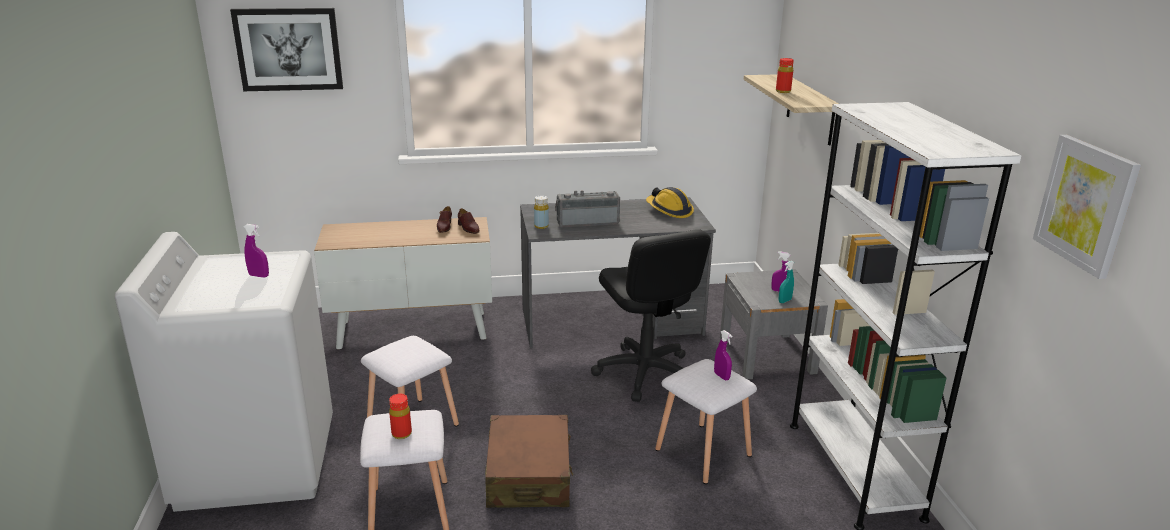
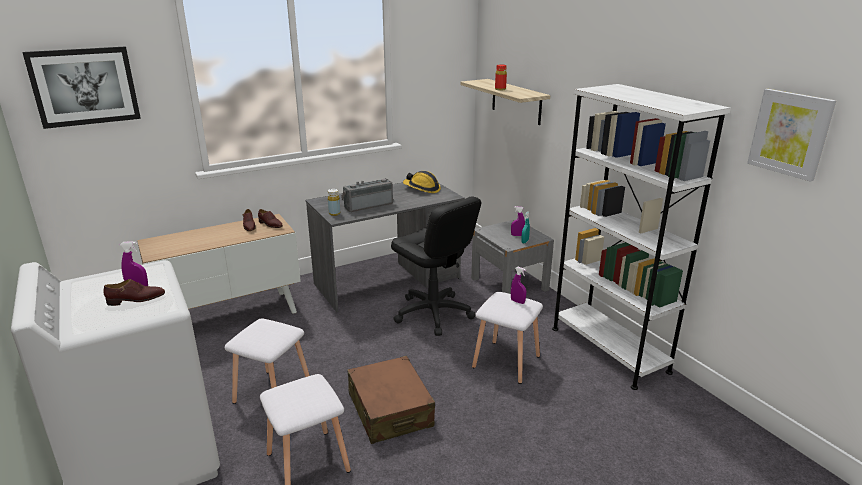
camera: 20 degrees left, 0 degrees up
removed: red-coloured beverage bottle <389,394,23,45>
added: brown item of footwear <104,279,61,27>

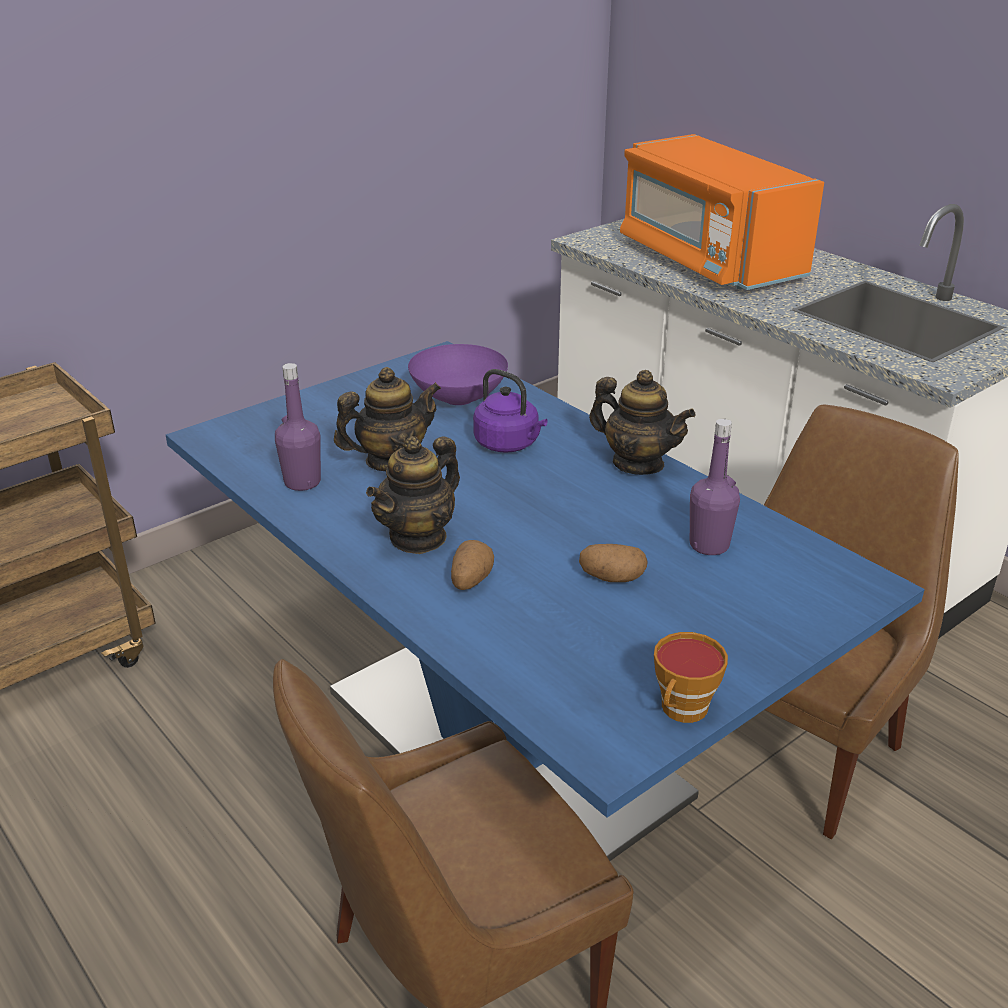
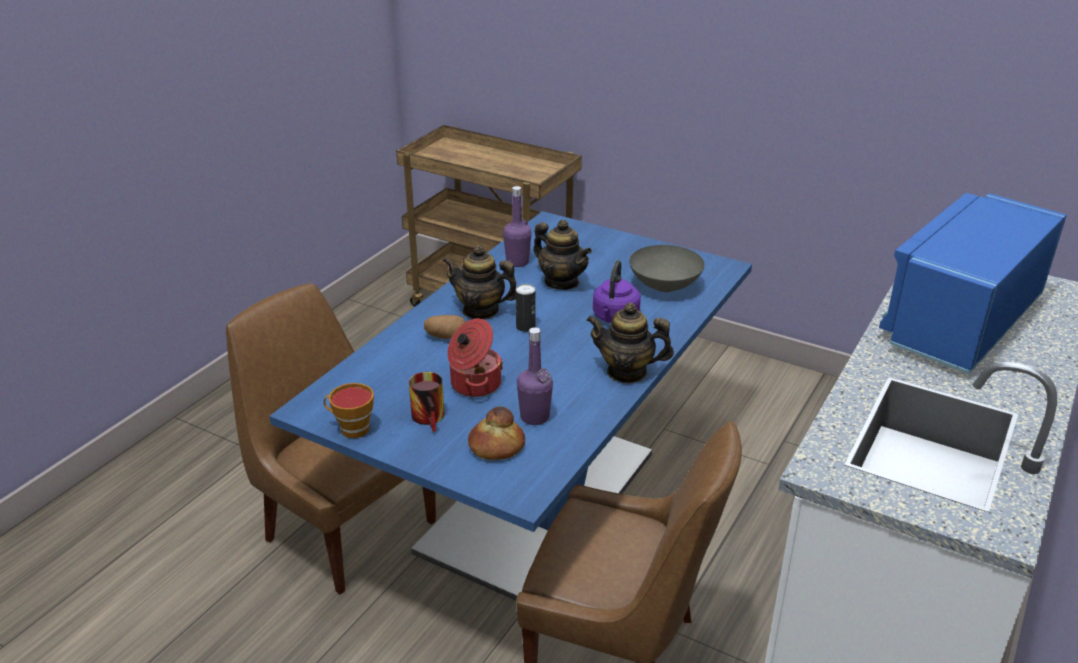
camera: 70 degrees right, 0 degrees up
added: coffee mug <409,372,35,60>; bread <468,406,57,54>; sealed can <516,284,20,48>
replaced: whole potato <579,544,69,38> to saucepot <447,318,56,79>
recoloured: purple bowl <408,344,100,61> to greyish bowl <629,245,76,47>; orange microwave <620,134,204,156> to blue-coloured microwave <879,193,188,181>
turned: tea pot <589,370,107,105> = <586,303,88,80> 90 degrees clockwise

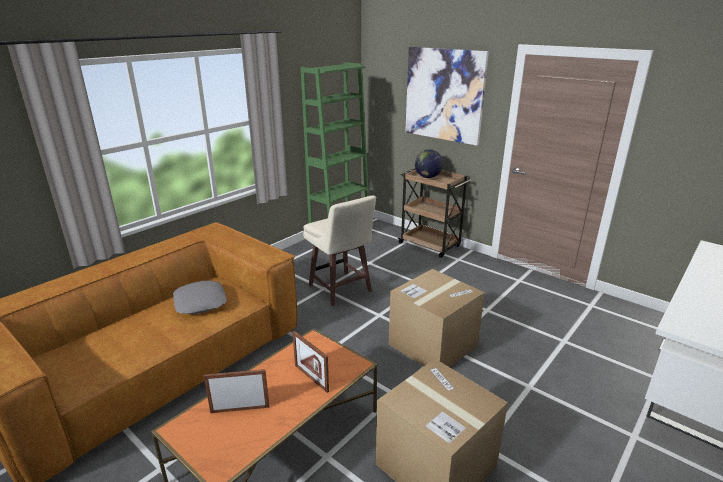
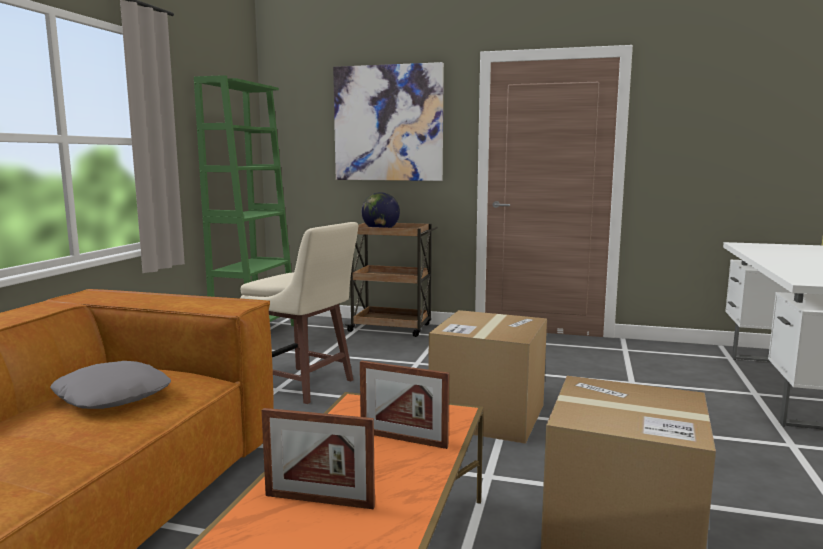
camera: 25 degrees left, 15 degrees down
turned: picture frame <204,369,65,44> = <262,408,113,101> 135 degrees counterclockwise

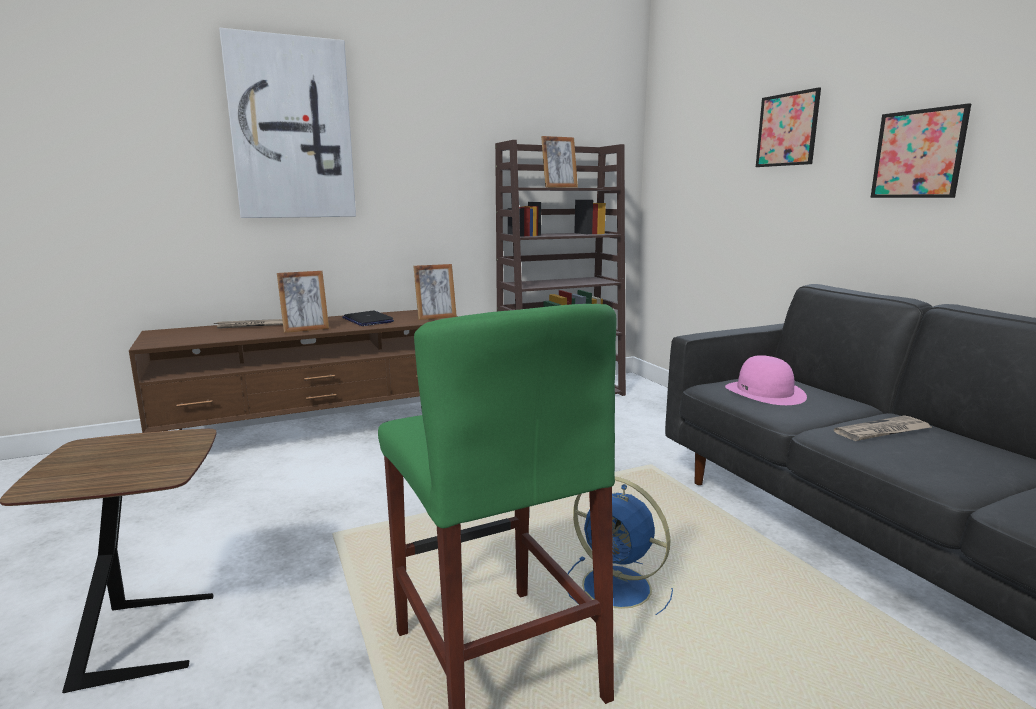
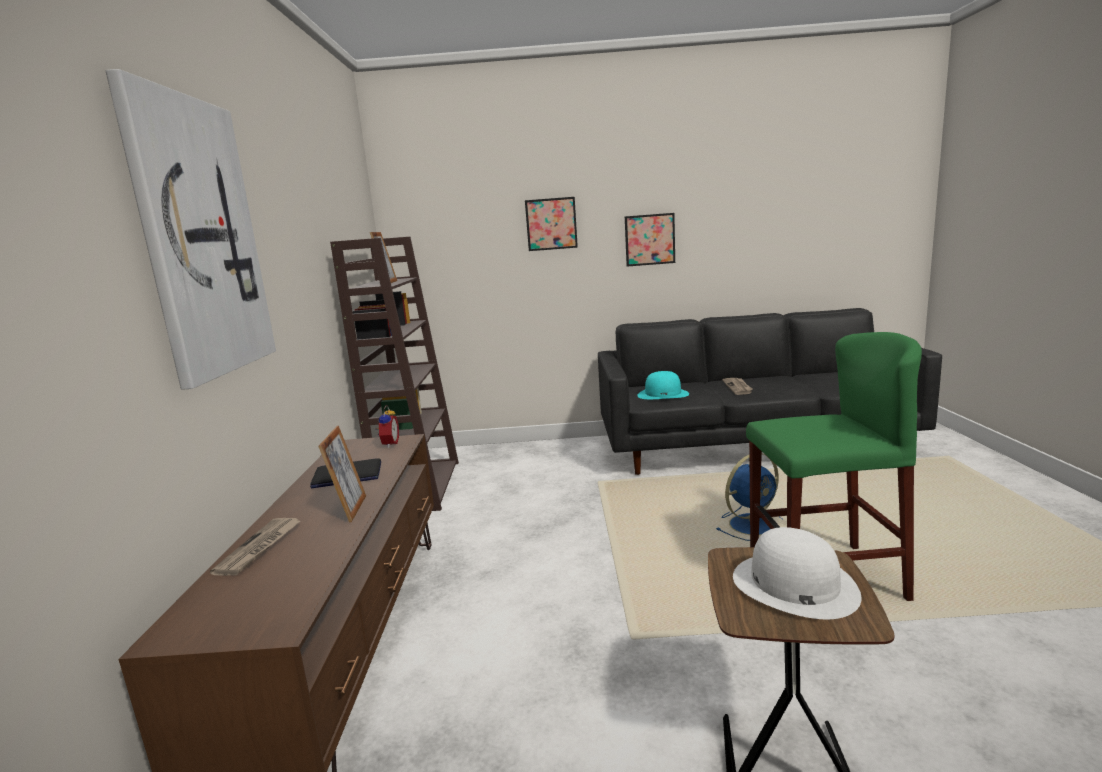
camera: 65 degrees left, 0 degrees up
added: white wearable hat <733,527,129,92>
replaced: picture frame <413,264,44,56> to alarm clock <376,406,23,42>
recoloured: pinkish wearable hat <725,355,82,50> to blue-green wearable hat <637,371,52,28>

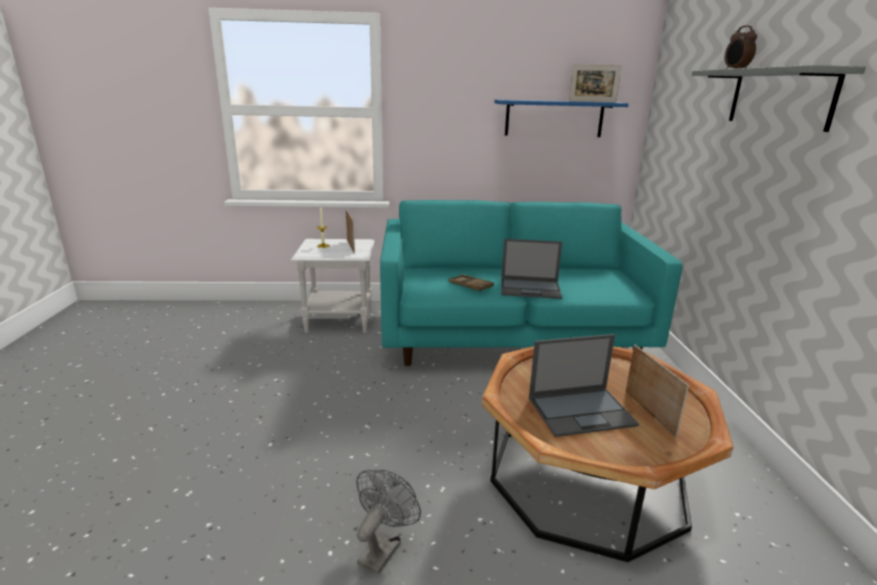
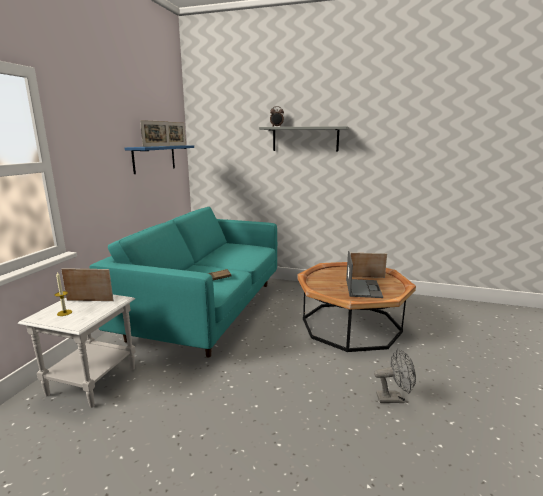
camera: 70 degrees left, 5 degrees down
removed: notebook computer <501,239,61,60>
added: picture frame <140,120,30,27>
turned: greyish cooling fan <356,470,65,104> = <374,348,42,55> 135 degrees clockwise

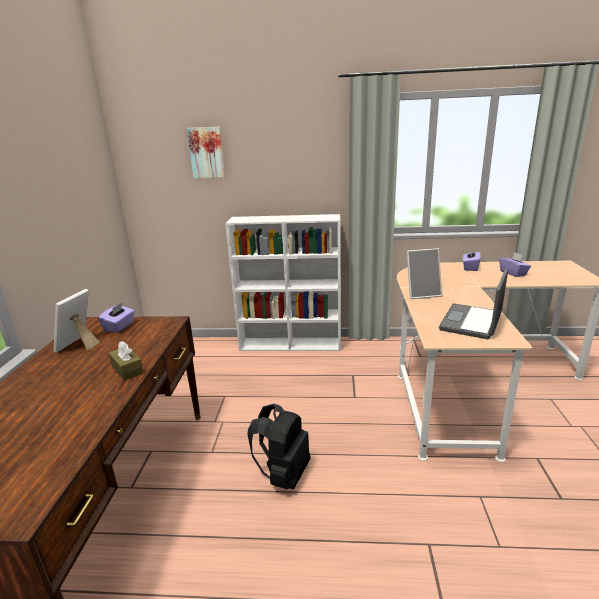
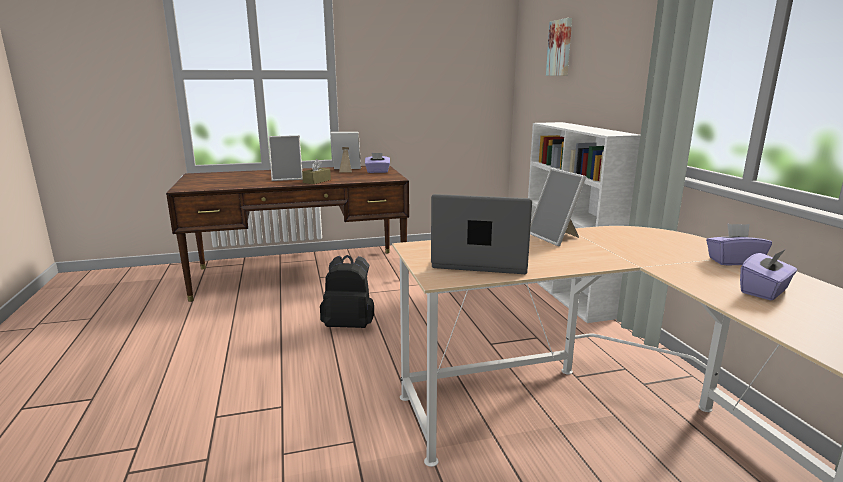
camera: 70 degrees right, 5 degrees down
added: picture frame <268,135,35,46>

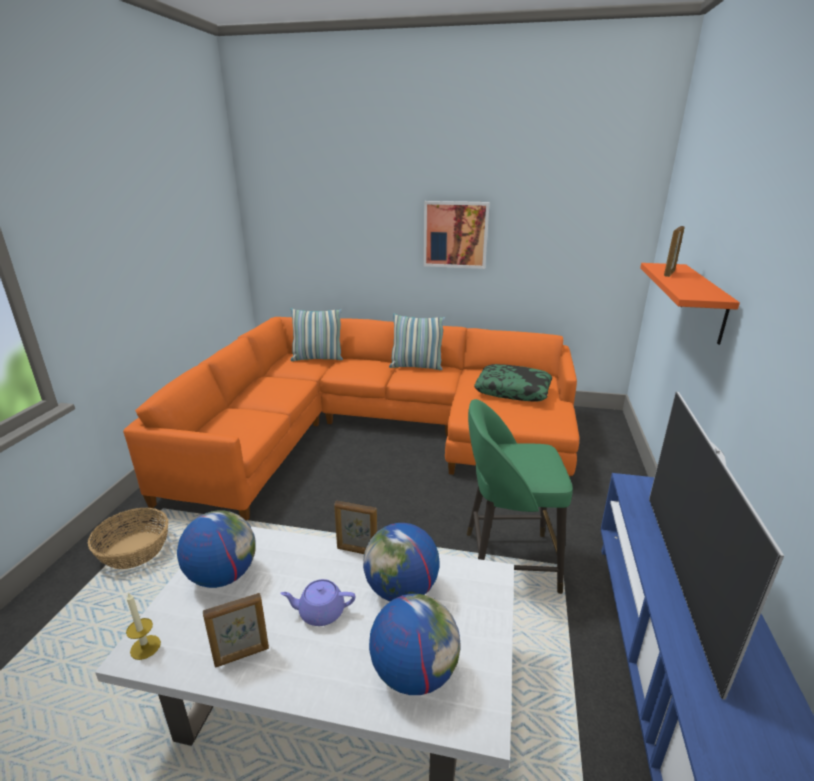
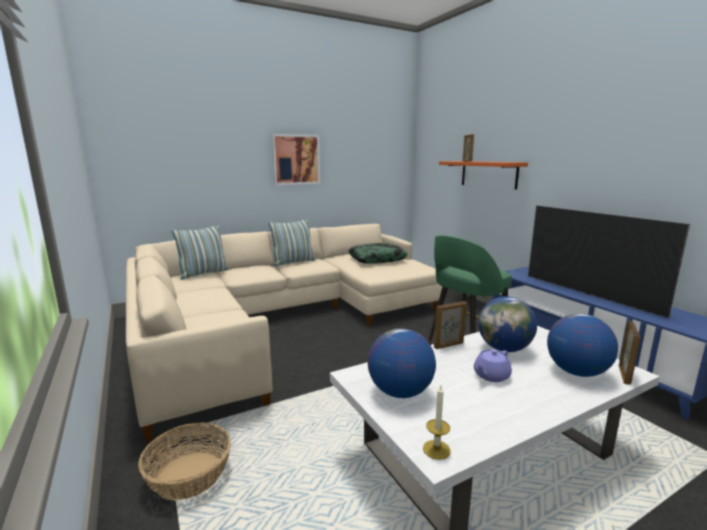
camera: 40 degrees left, 10 degrees down
moved: picture frame <203,593,66,74> to <619,321,22,64>
recoloured: orange sofa <123,317,456,204> to sand-coloured sofa <126,224,316,218>

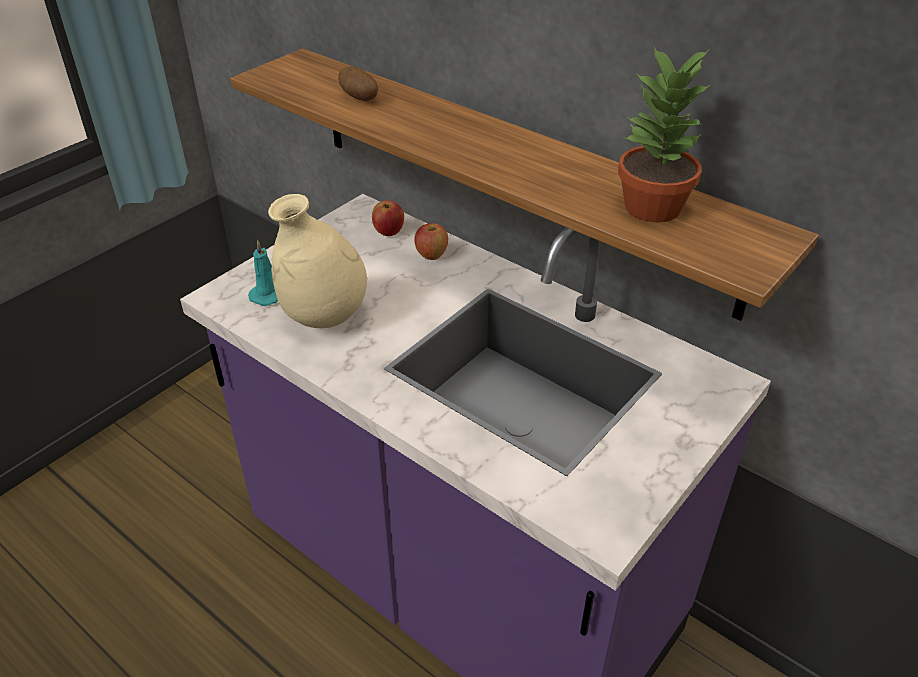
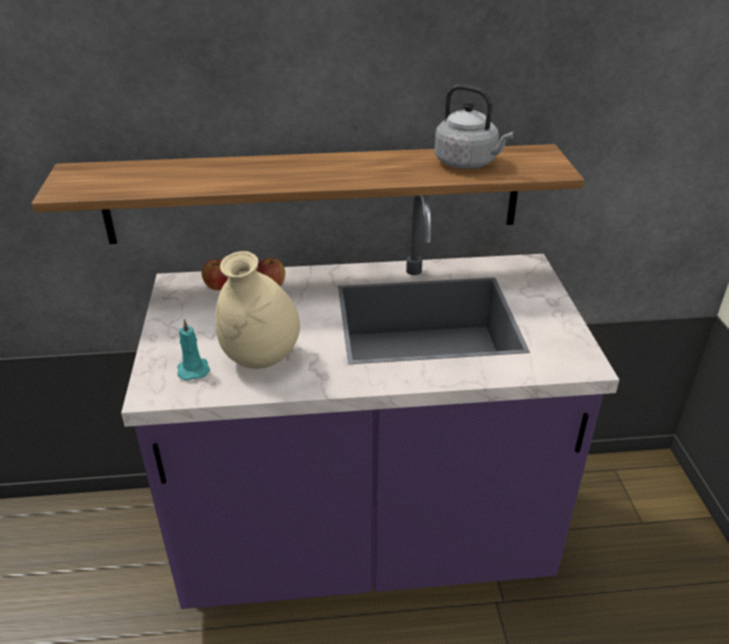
camera: 45 degrees left, 5 degrees down
removed: whole potato <338,66,40,35>
replaced: houseplant <618,47,92,175> to greyish kettle <435,84,79,85>

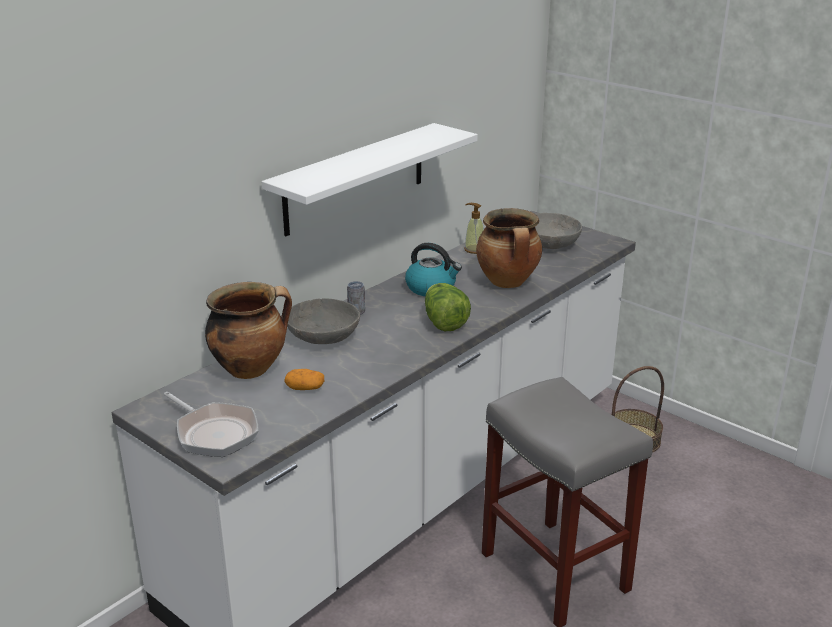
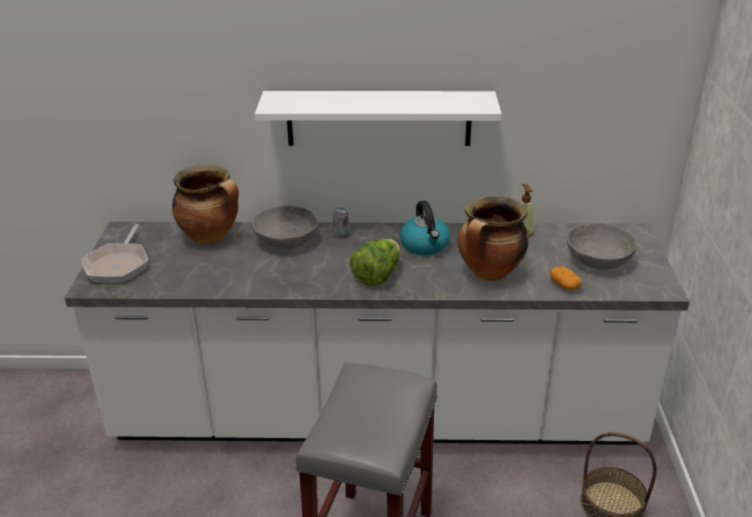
camera: 50 degrees right, 5 degrees up
moved: whole potato <284,369,40,21> to <550,266,32,24>

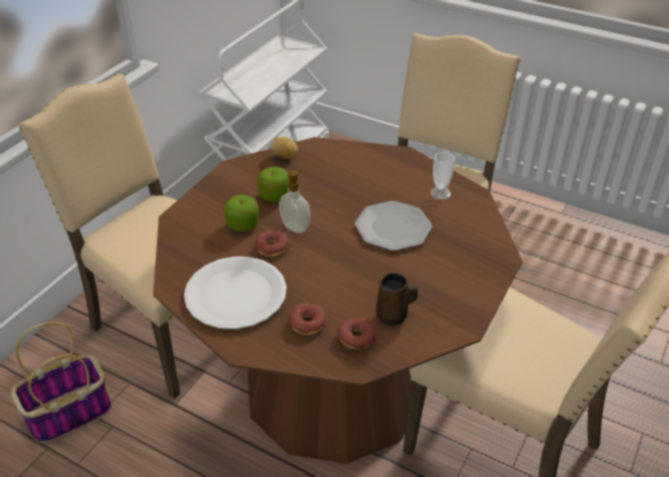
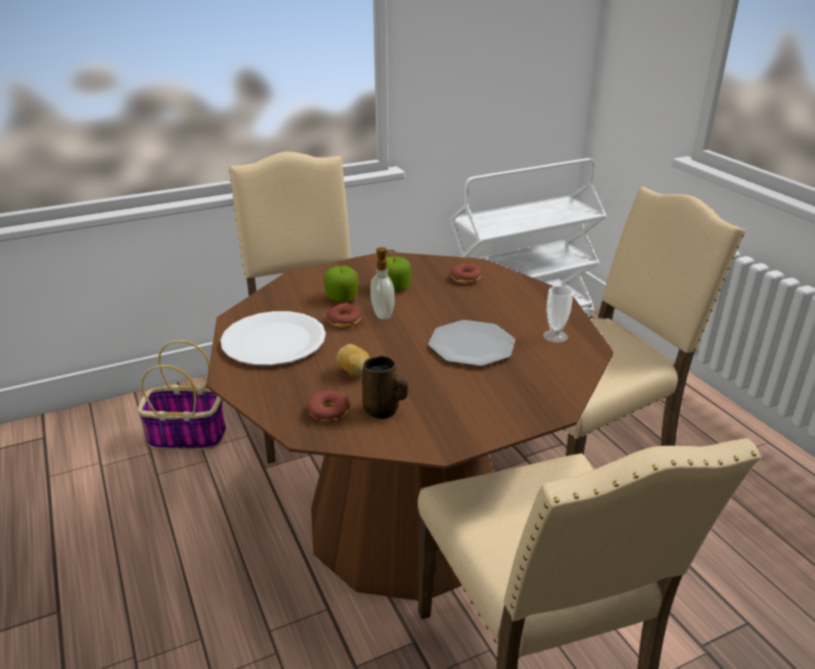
camera: 35 degrees right, 10 degrees down
moved: whole potato <271,137,27,22> to <336,344,34,33>; donut <288,304,38,31> to <450,263,32,21>

